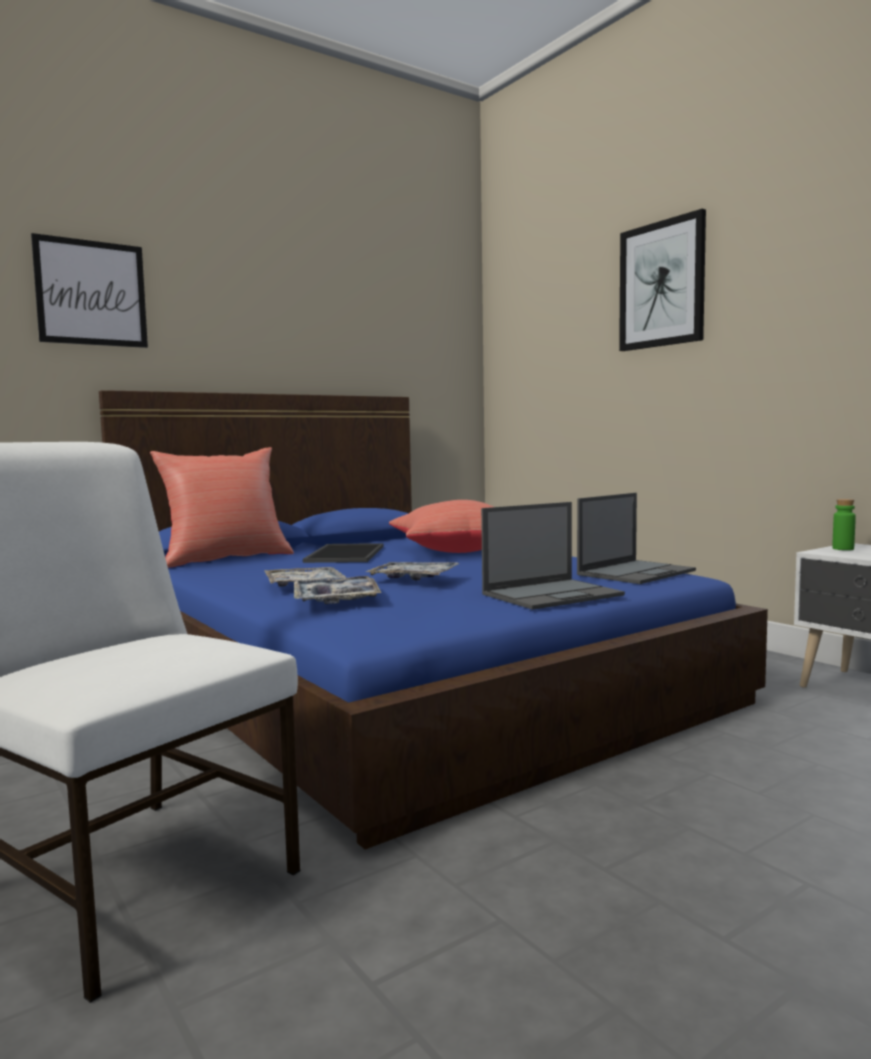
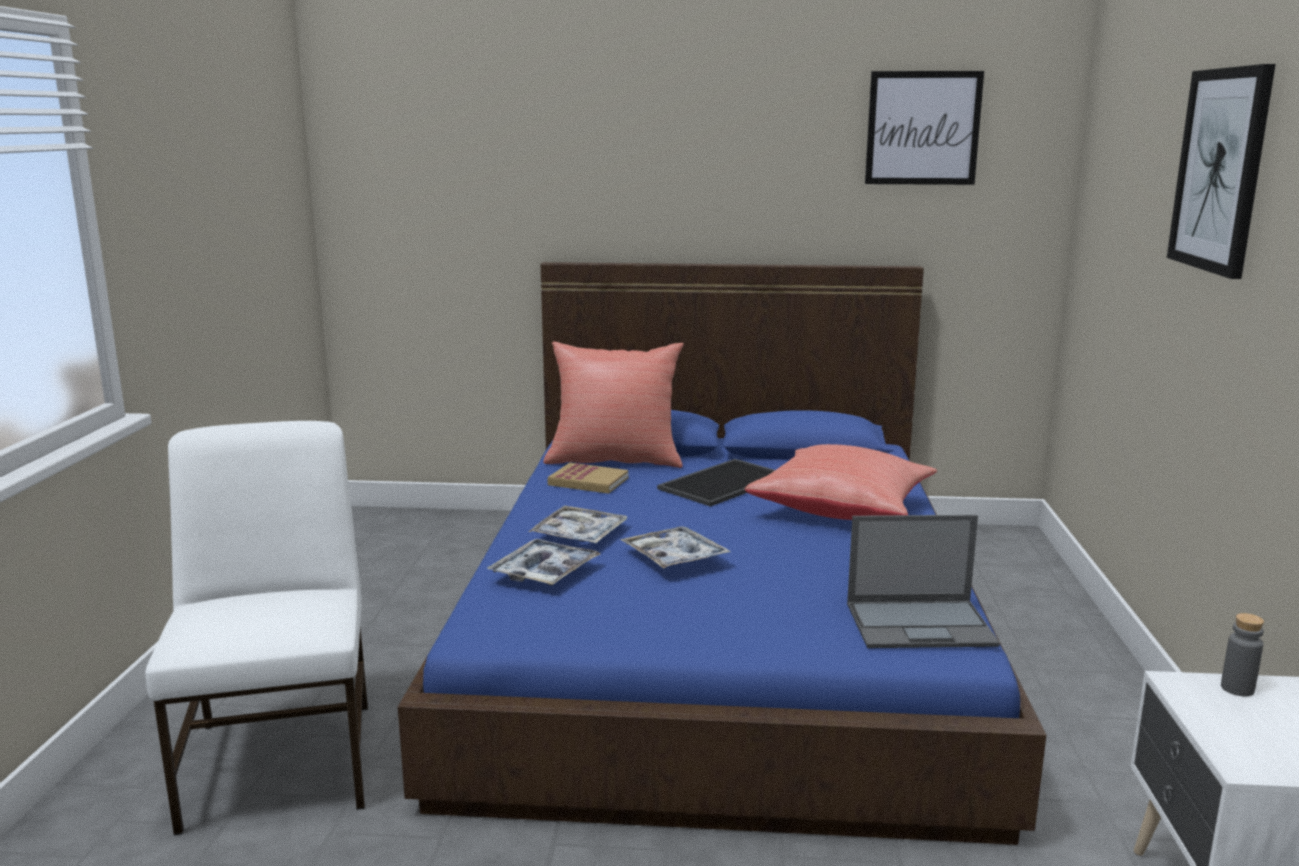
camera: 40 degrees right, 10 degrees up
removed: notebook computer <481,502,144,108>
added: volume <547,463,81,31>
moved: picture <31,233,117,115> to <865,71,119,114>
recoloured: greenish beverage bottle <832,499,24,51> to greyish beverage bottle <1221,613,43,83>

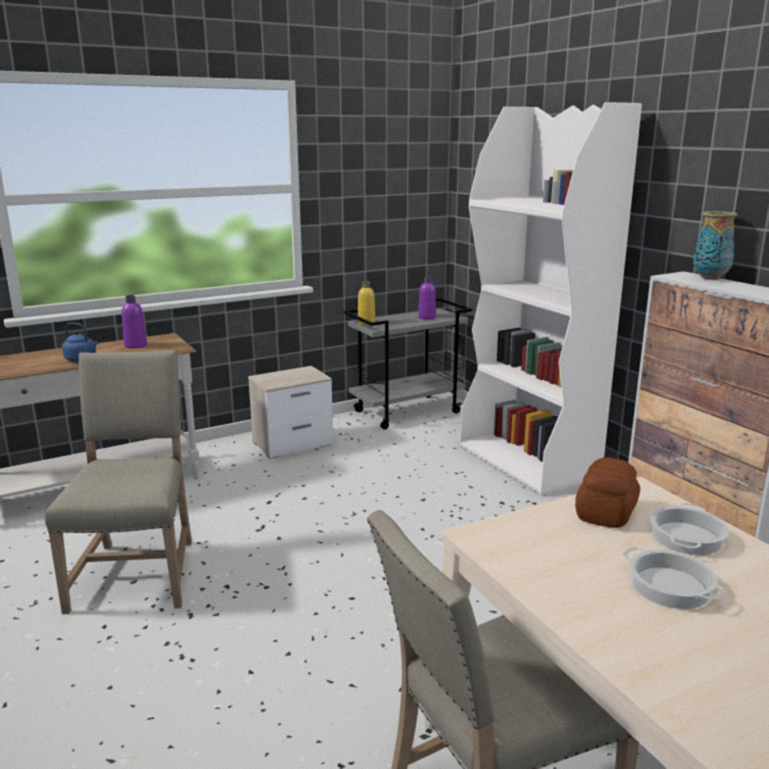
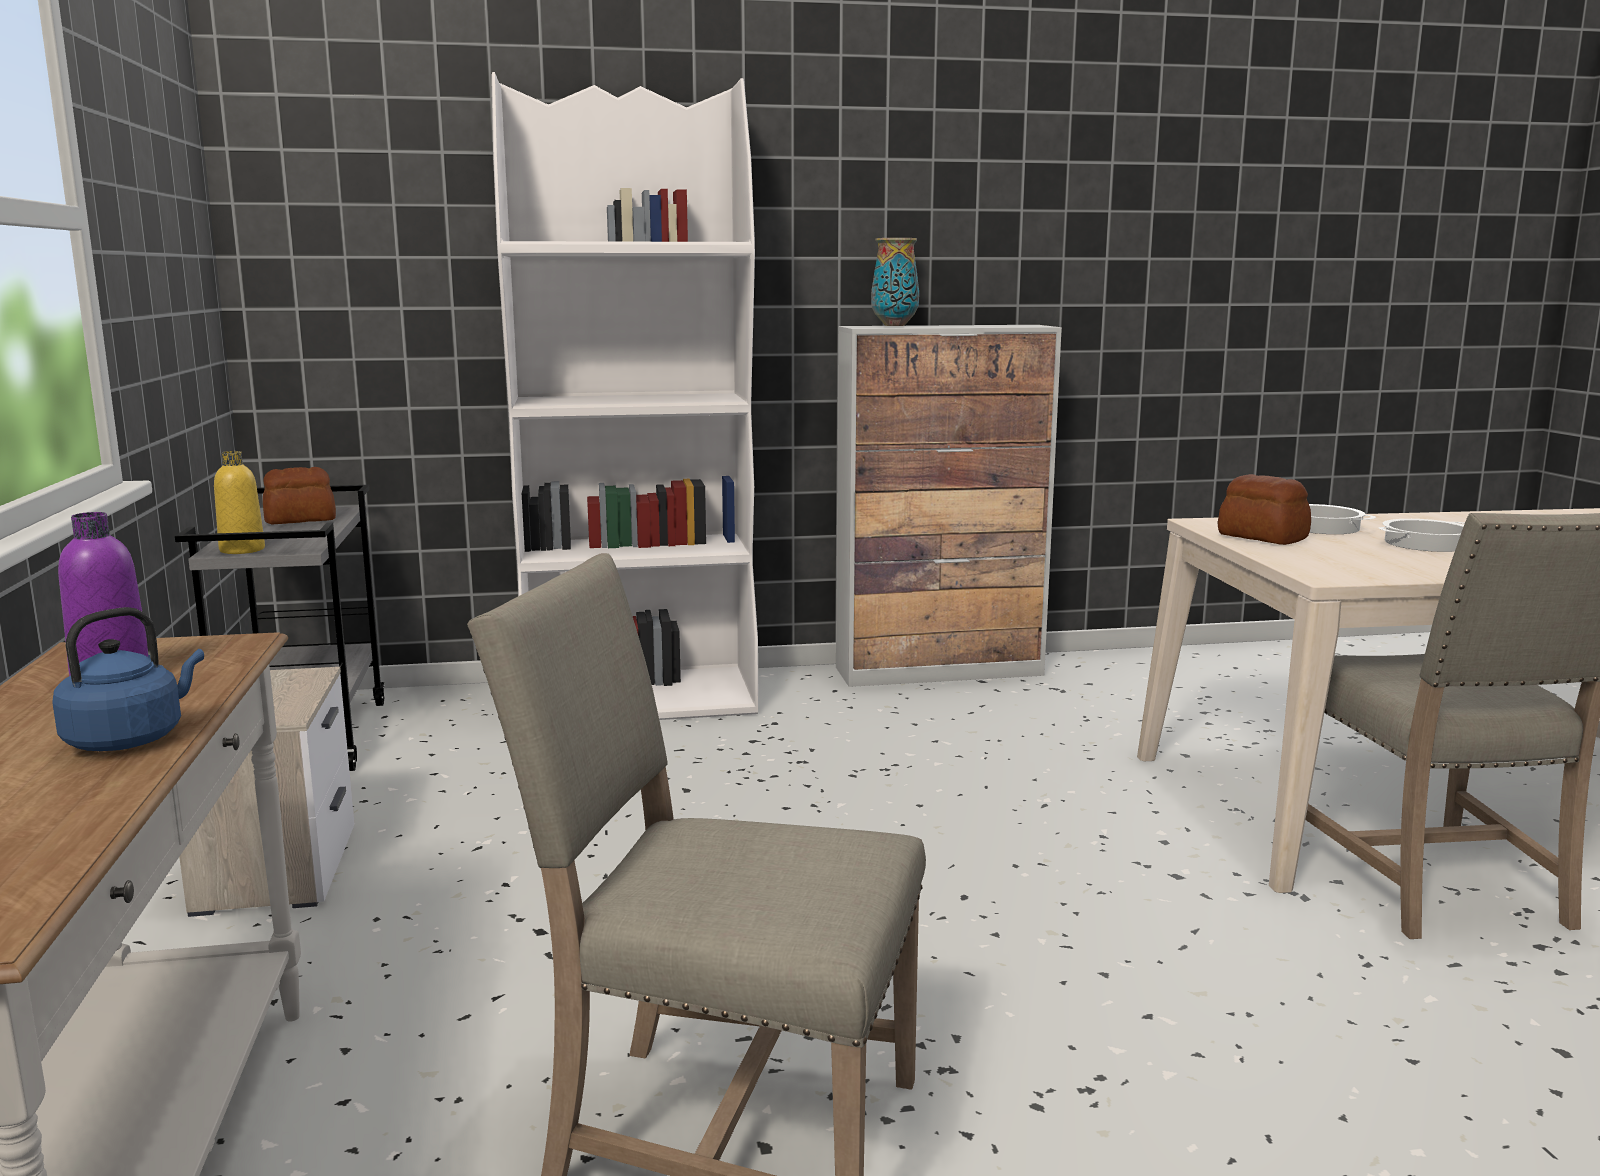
camera: 70 degrees left, 5 degrees down
replaced: purple beverage bottle <418,277,18,42> to bread <263,467,73,57>

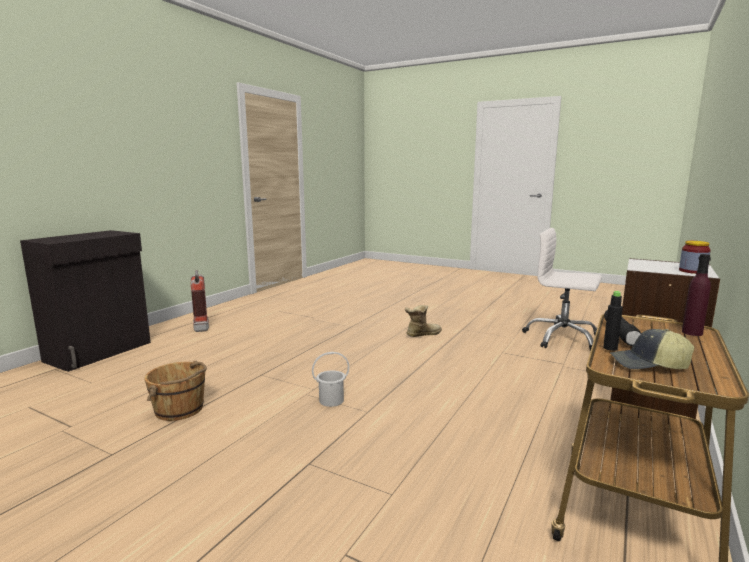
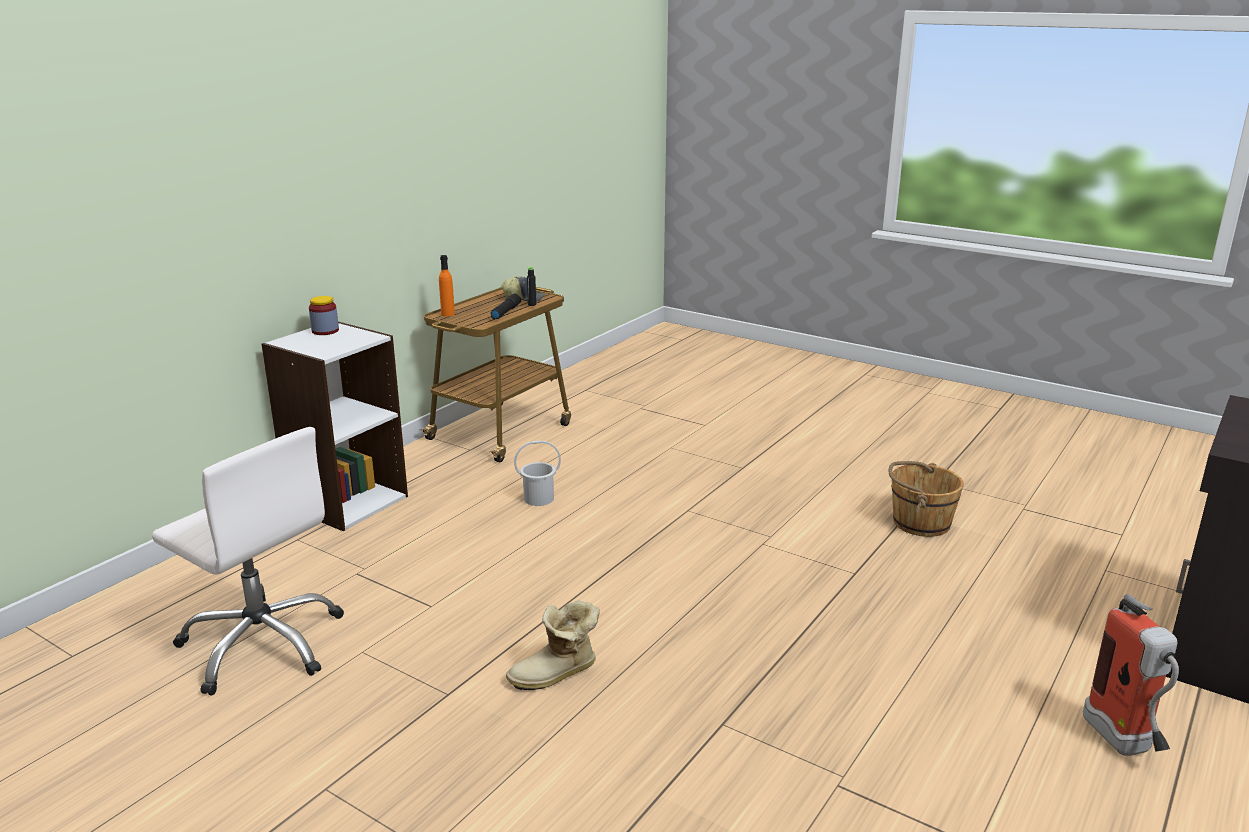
camera: 175 degrees left, 10 degrees up
moved: white pail <312,352,37,55> to <514,440,47,66>
recoloured: purple beverage bottle <682,254,29,82> to orange beverage bottle <439,255,16,61>

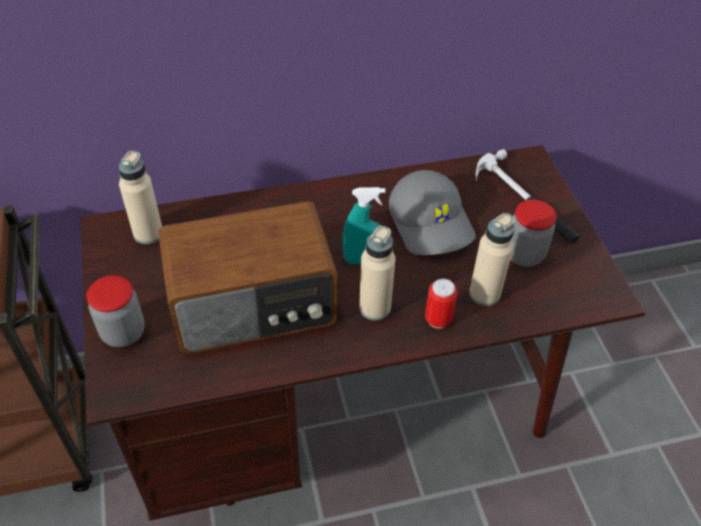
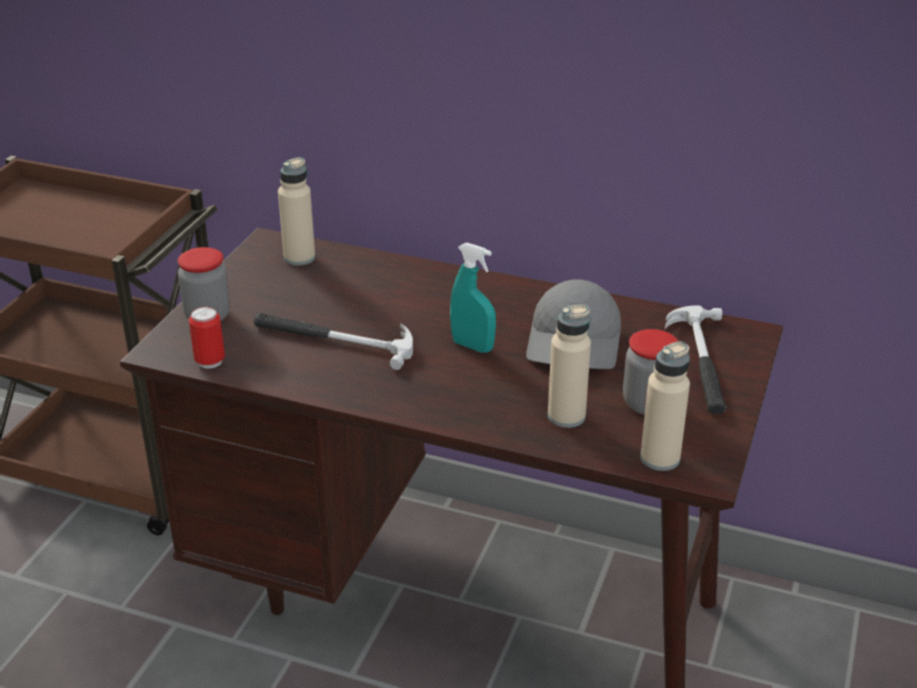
camera: 35 degrees right, 15 degrees down
moved: sealed can <425,279,33,50> to <189,307,36,62>; sand-coloured beverage bottle <359,226,36,95> to <640,341,50,130>
replaced: radio receiver <158,201,180,153> to hammer <254,313,159,57>

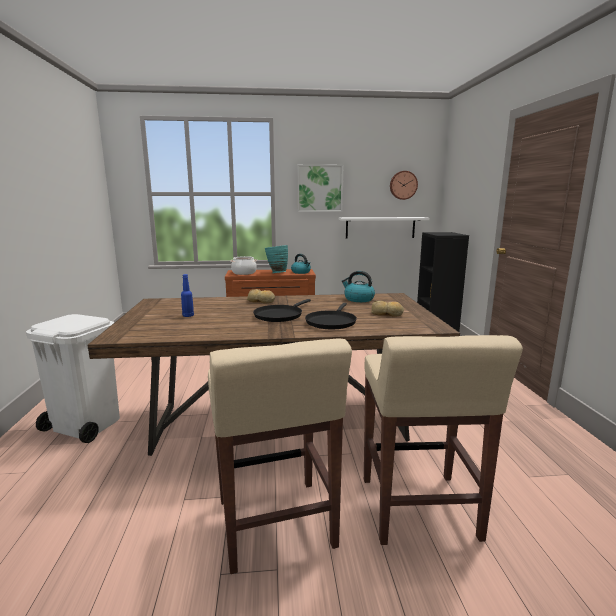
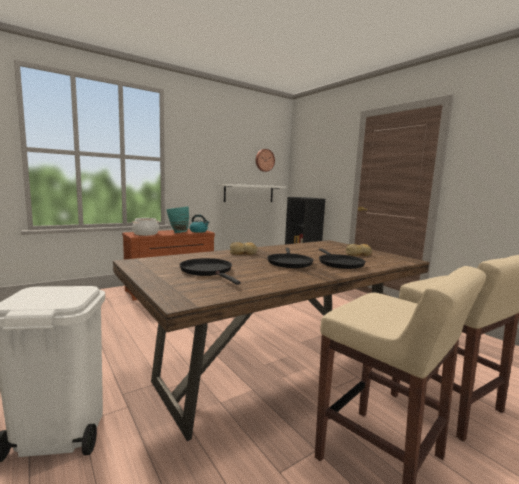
camera: 30 degrees left, 5 degrees down
removed: picture <297,164,46,48>; kettle <341,271,34,31>
replaced: blue-coloured beverage bottle <181,274,13,43> to blackish skillet <179,258,62,27>

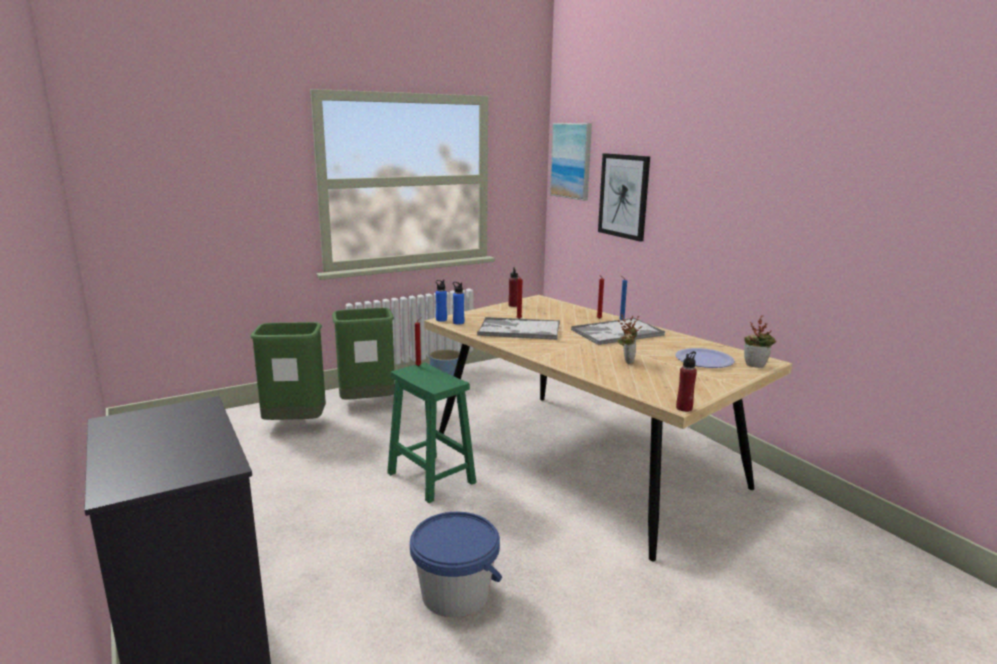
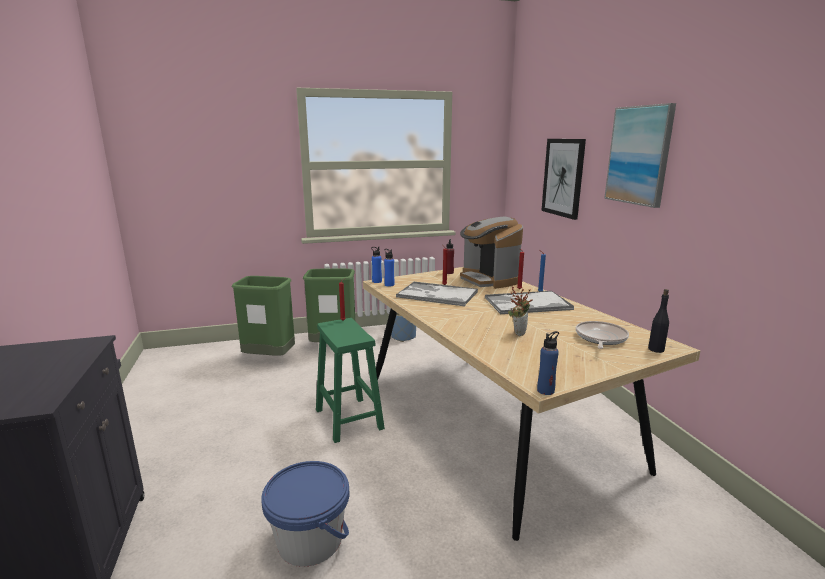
camera: 15 degrees right, 0 degrees up
added: coffee maker <460,217,63,72>
moved: picture <550,123,42,78> to <604,103,72,105>
replaced: plate <675,348,60,20> to skillet <576,321,53,28>; houseplant <744,316,33,52> to blackish beverage bottle <648,289,21,64>
recoloured: red-coloured beverage bottle <676,351,21,61> to blue-coloured beverage bottle <537,331,22,64>

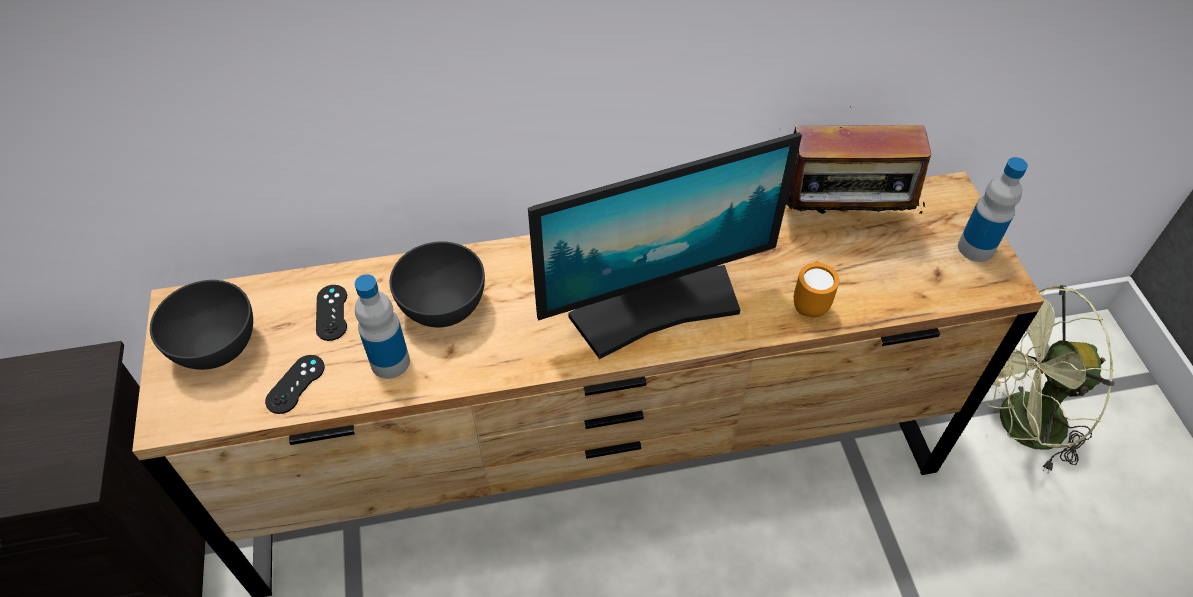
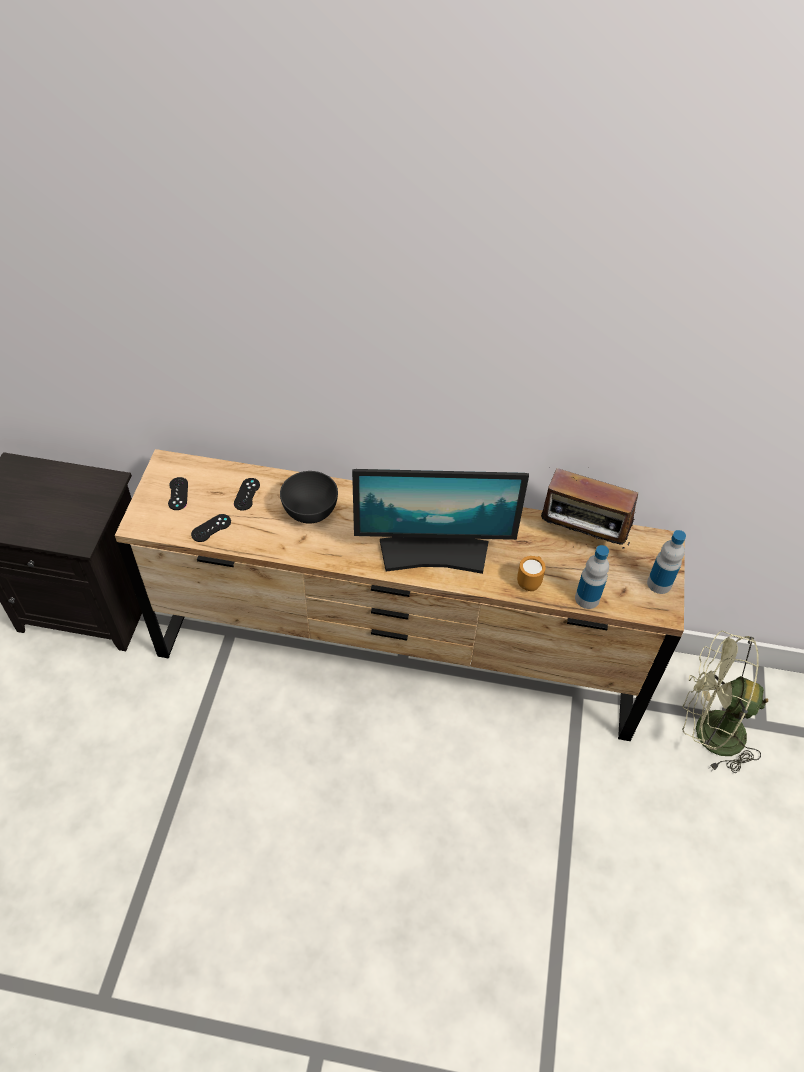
camera: 20 degrees right, 0 degrees up
moved: beverage bottle <354,274,56,105> to <575,545,34,64>
replaced: greyish bowl <150,280,103,90> to blackish gamepad <168,477,20,33>

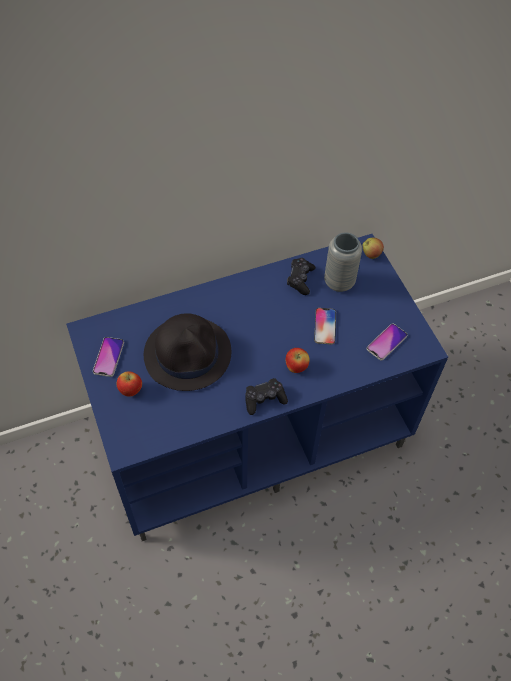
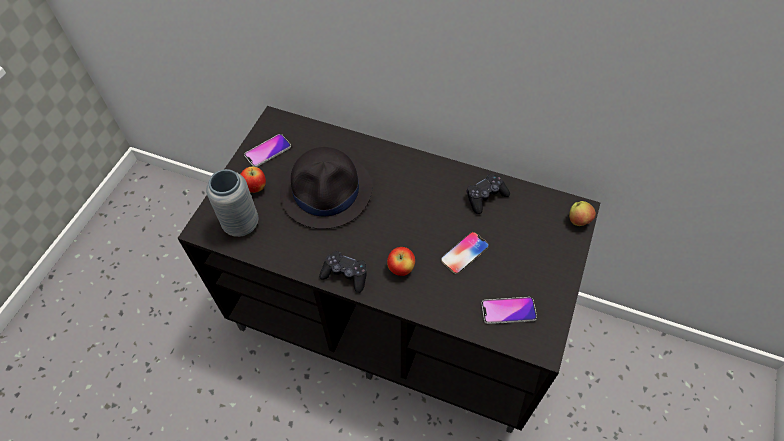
camera: 45 degrees right, 0 degrees up
moved: greyish vase <324,233,38,59> to <206,169,52,68>
recoloured: blue-coloured tv stand <66,234,382,307> to blackish tv stand <178,106,422,327>

